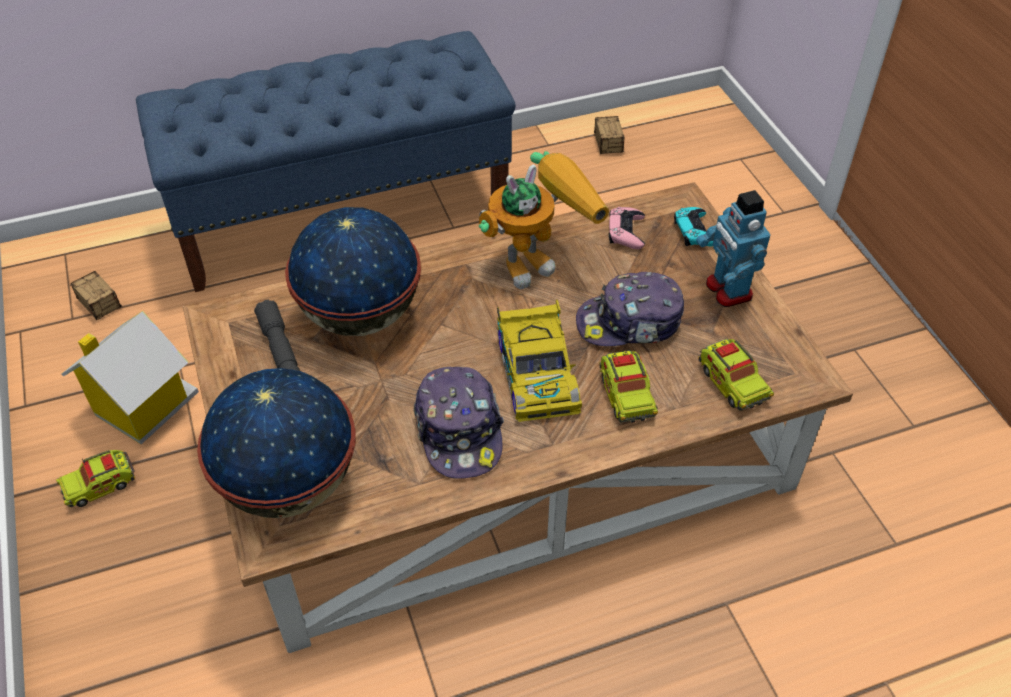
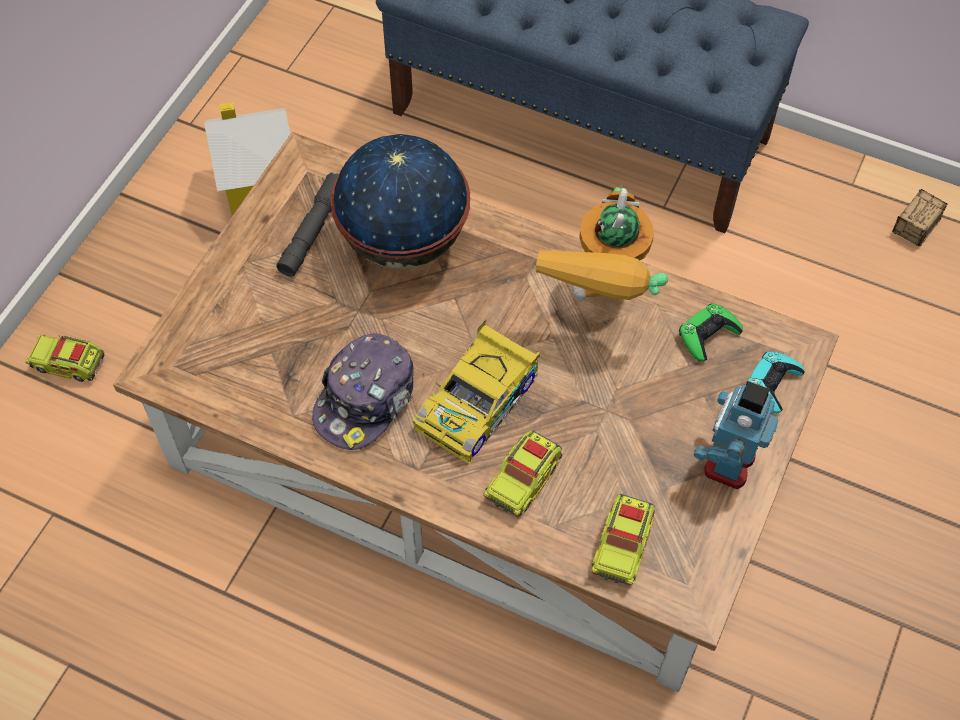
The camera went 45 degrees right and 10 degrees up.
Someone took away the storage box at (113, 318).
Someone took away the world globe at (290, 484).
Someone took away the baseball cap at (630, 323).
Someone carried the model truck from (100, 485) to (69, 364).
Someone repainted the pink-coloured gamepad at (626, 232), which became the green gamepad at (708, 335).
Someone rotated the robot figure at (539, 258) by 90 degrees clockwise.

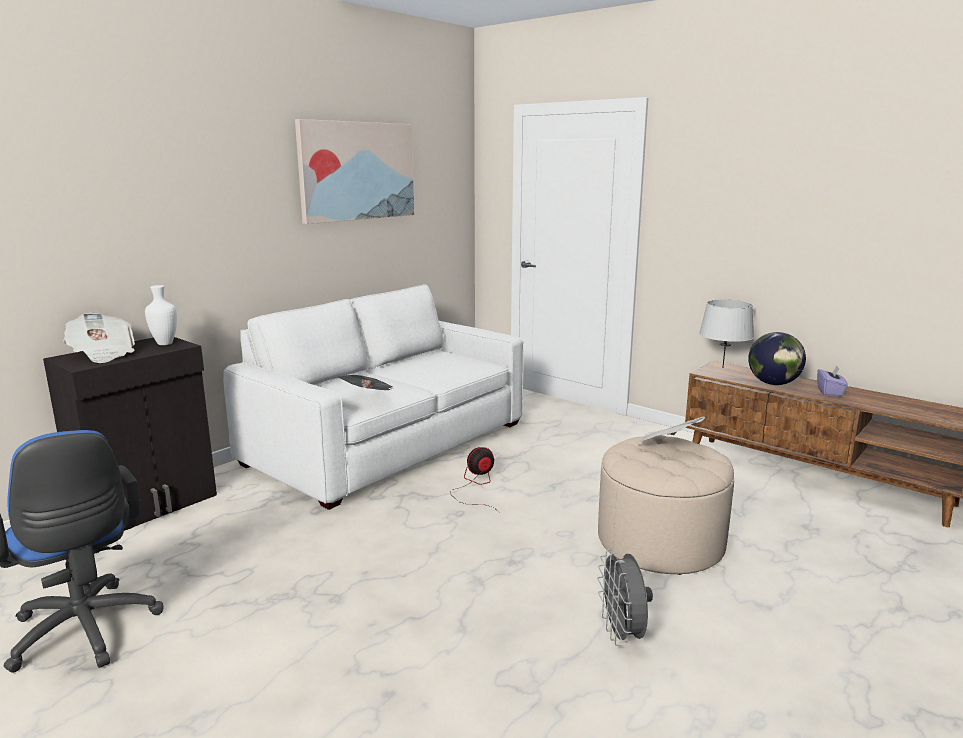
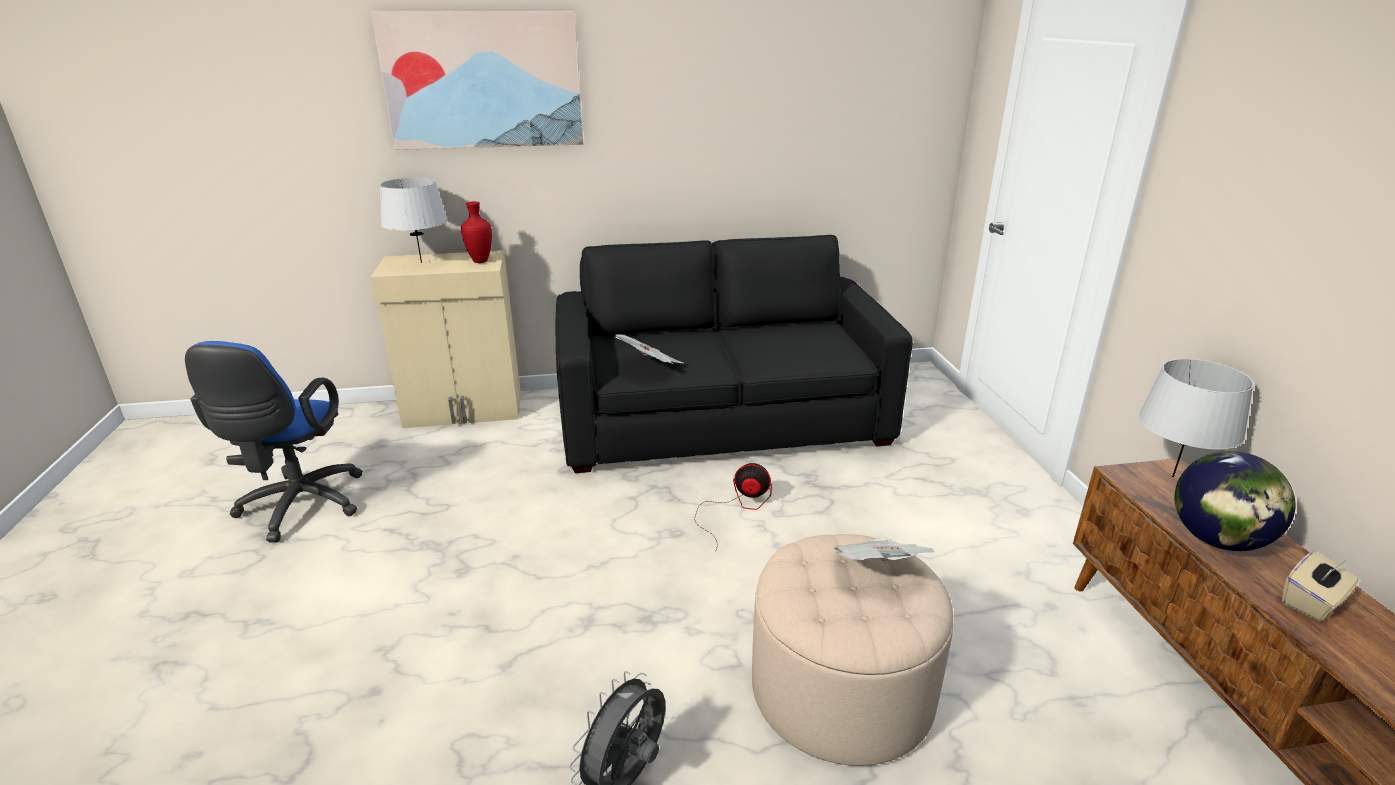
The camera went 40 degrees right and 10 degrees up.
Someone carried the picture from (357, 171) to (483, 80).
Someone swapped the newspaper at (102, 354) for the grey lamp for a table at (421, 262).
Someone repainted the black cabinet at (149, 506), which became the beige-coloured cabinet at (464, 410).
Someone repainted the white vase at (164, 344), which became the reddish vase at (479, 261).
Someone repainted the white couch at (388, 443), which became the black couch at (721, 418).
Someone repainted the purple-coloured tissue box at (830, 392), which became the beige-coloured tissue box at (1312, 602).

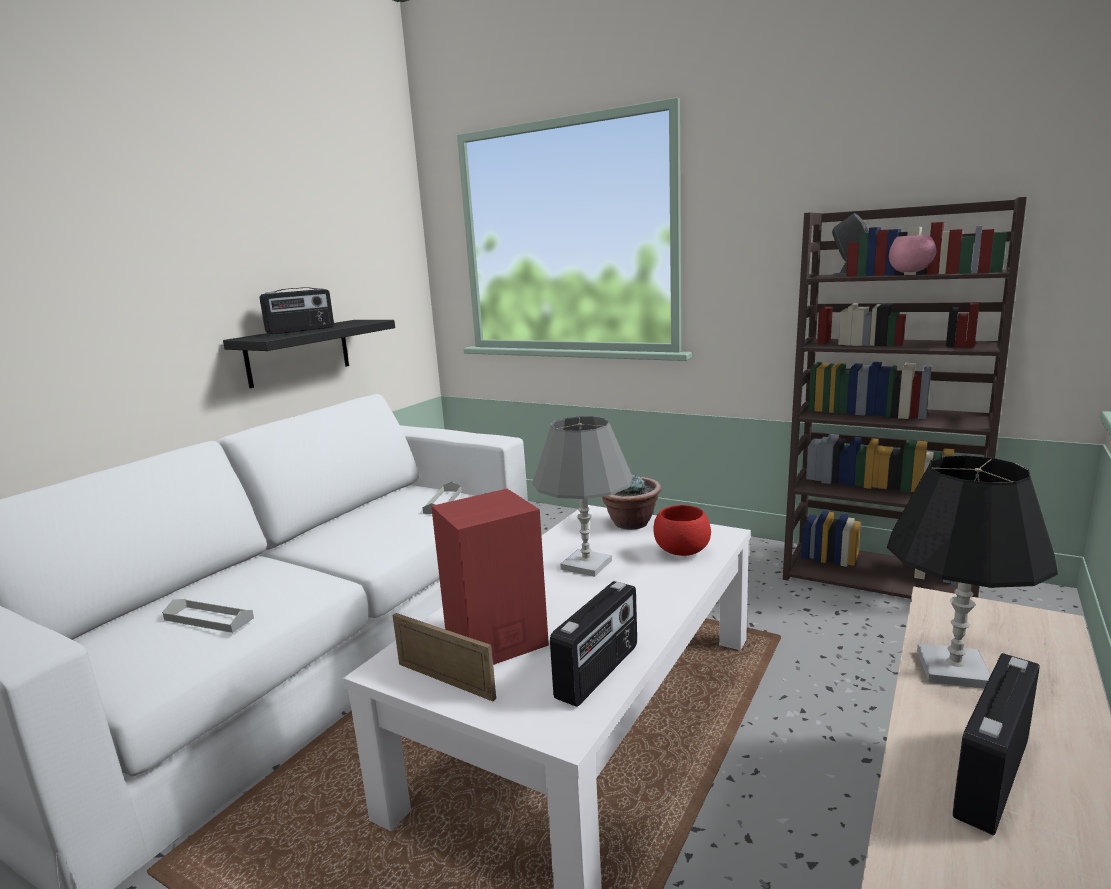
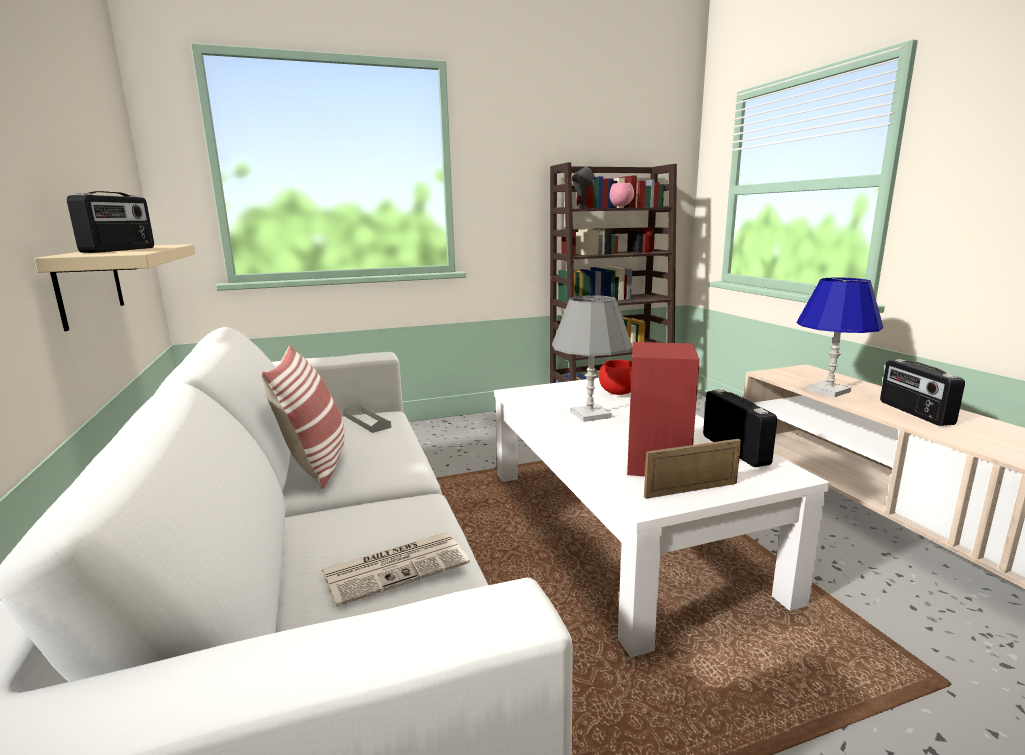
The camera went 50 degrees left and 0 degrees up.
Someone took away the potted plant at (630, 523).
Someone put down the pillow at (316, 463).
Someone swapped the grey tray at (209, 619) for the newspaper at (397, 567).
Someone repainted the black bracket shelf at (298, 352), which became the beige-coloured bracket shelf at (89, 284).
Someone repainted the black lamp for a table at (953, 669), which became the blue-coloured lamp for a table at (828, 390).

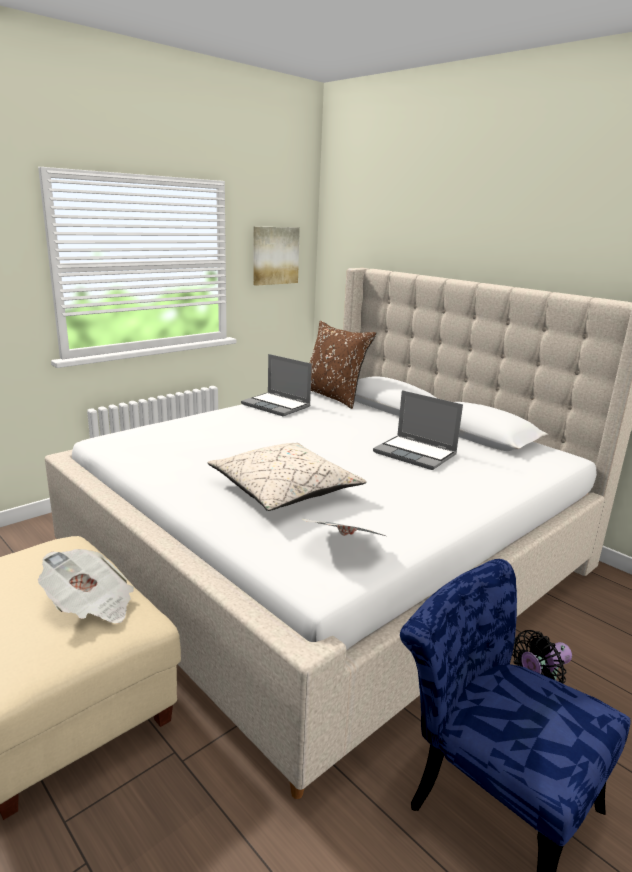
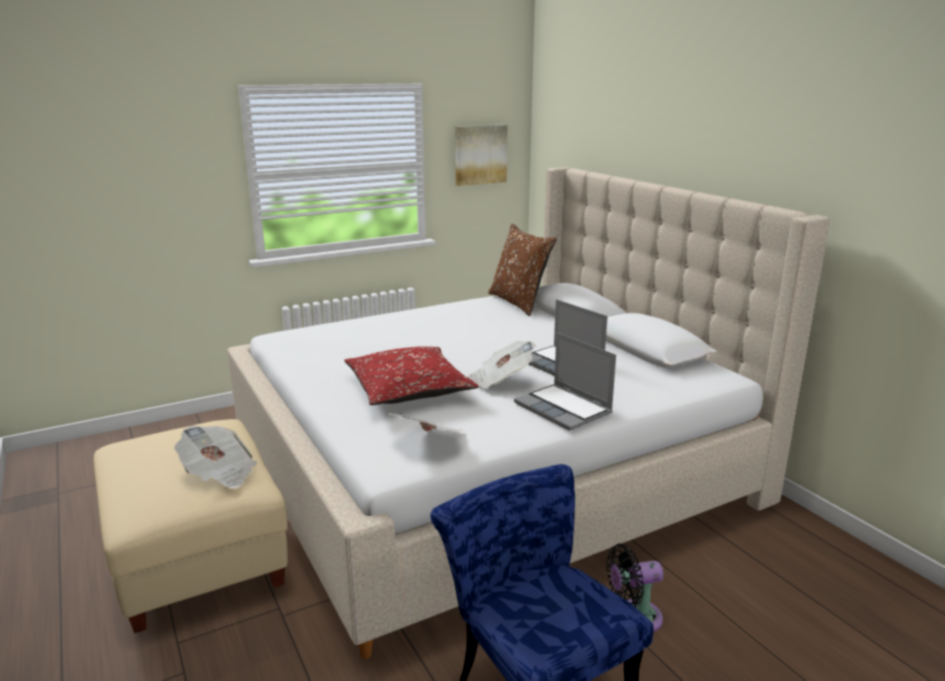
The camera went 15 degrees right and 0 degrees up.
Someone put down the newspaper at (500, 380).
Someone carried the laptop from (277, 405) to (564, 409).
Someone repainted the beige-coloured pillow at (284, 491), which became the reddish pillow at (408, 390).

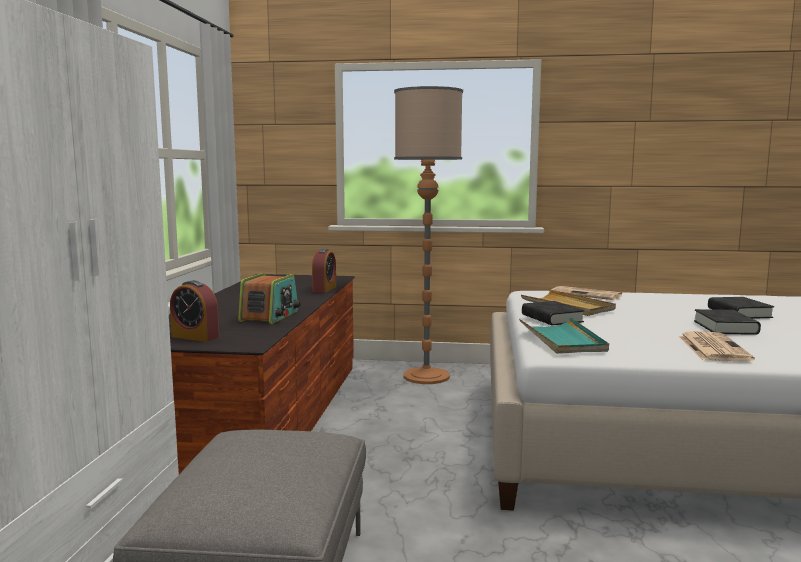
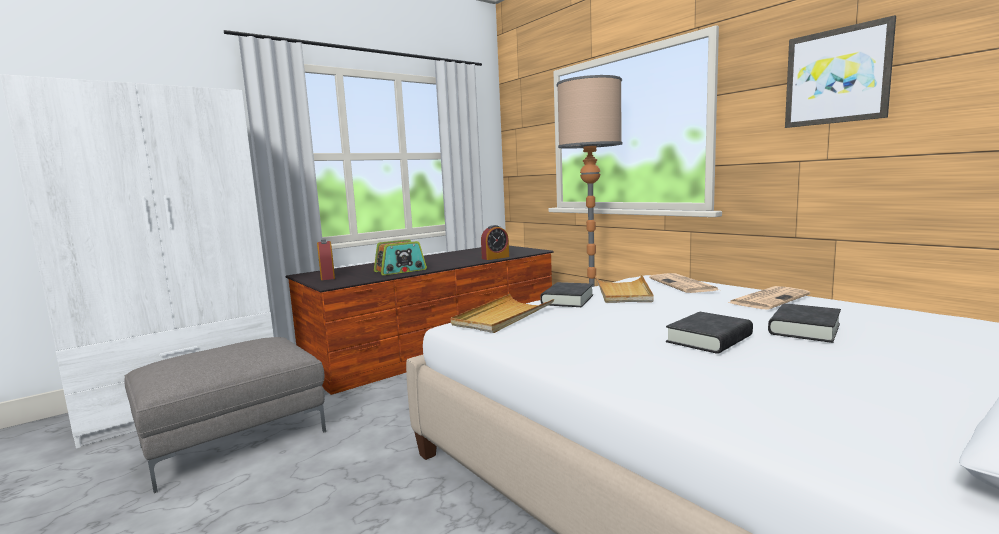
The camera went 45 degrees right and 0 degrees up.
Someone put up the picture at (837, 76).
Someone carried the newspaper from (712, 347) to (768, 299).
Someone repainted the blue-green tray at (562, 339), which became the beige-coloured tray at (503, 316).

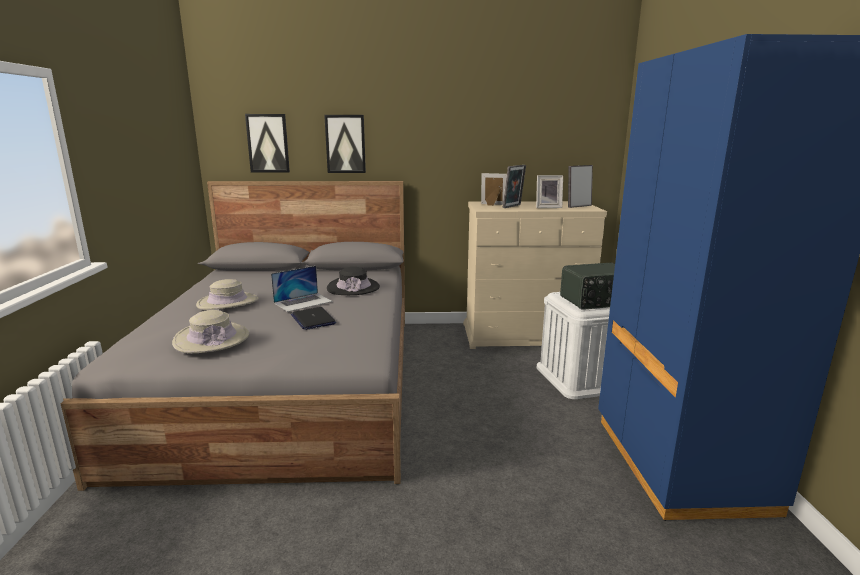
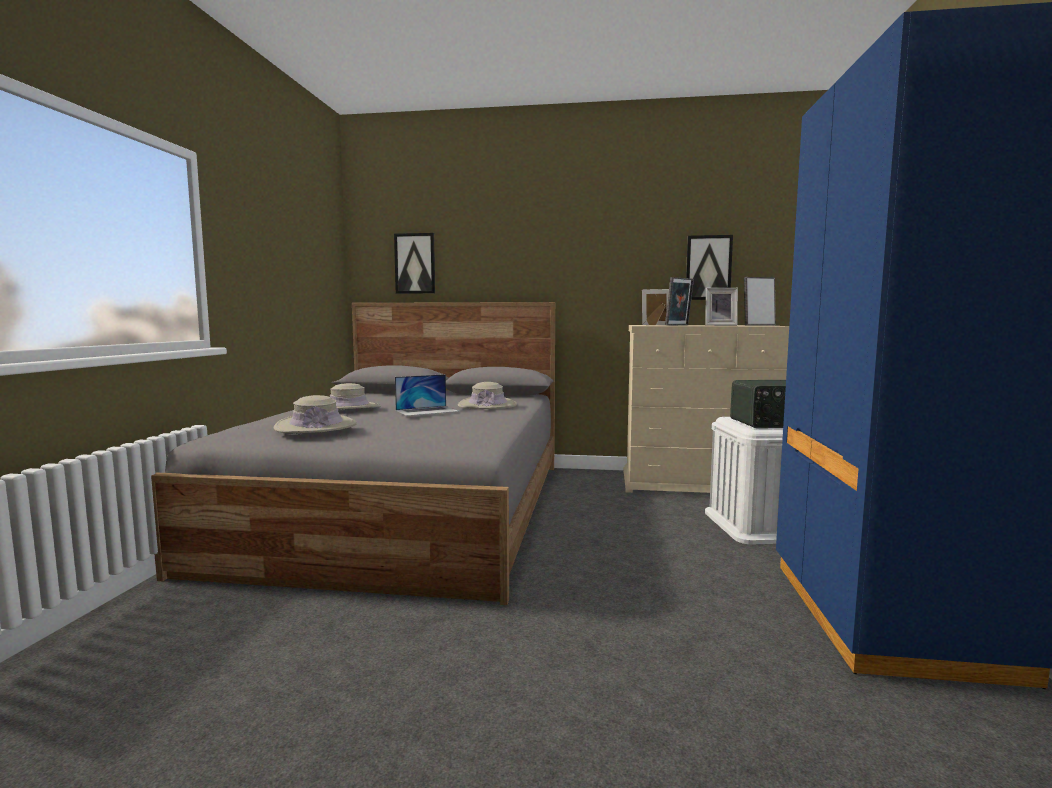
The camera went 10 degrees right and 10 degrees down.
Someone took away the laptop at (313, 319).
Someone carried the picture from (345, 144) to (708, 268).
Someone repainted the black clothing hat at (353, 288), which became the beige-coloured clothing hat at (487, 405).

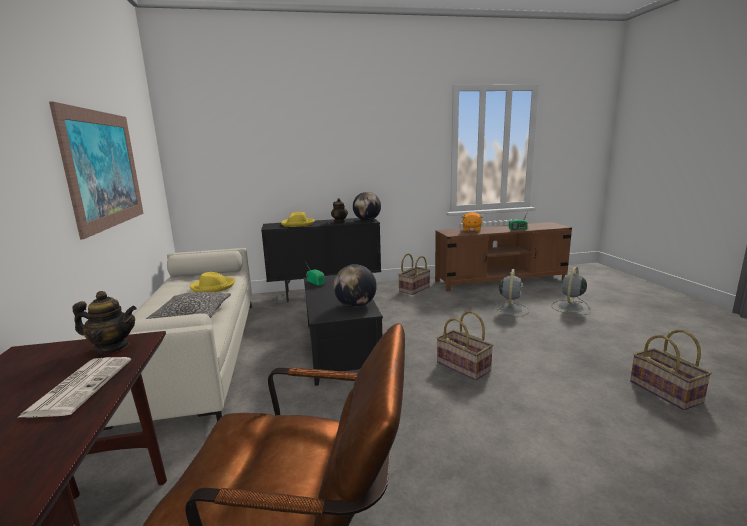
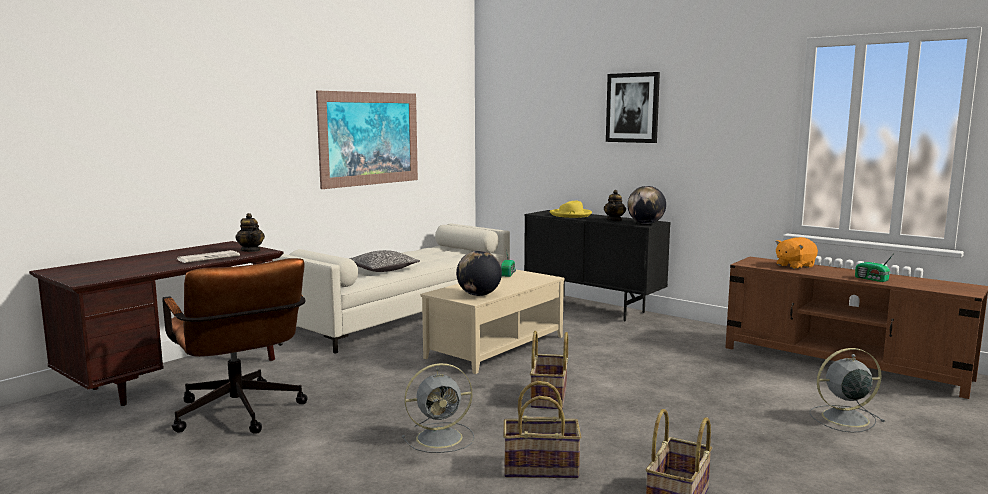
The camera went 50 degrees right and 5 degrees down.
Someone took away the yellow clothing hat at (213, 287).
Someone put up the picture at (632, 108).
Someone carried the basket from (414, 289) to (541, 467).
Someone carried the grey electric fan from (510, 309) to (441, 437).
Someone repainted the black lounge table at (339, 348), which became the beige-coloured lounge table at (495, 347).

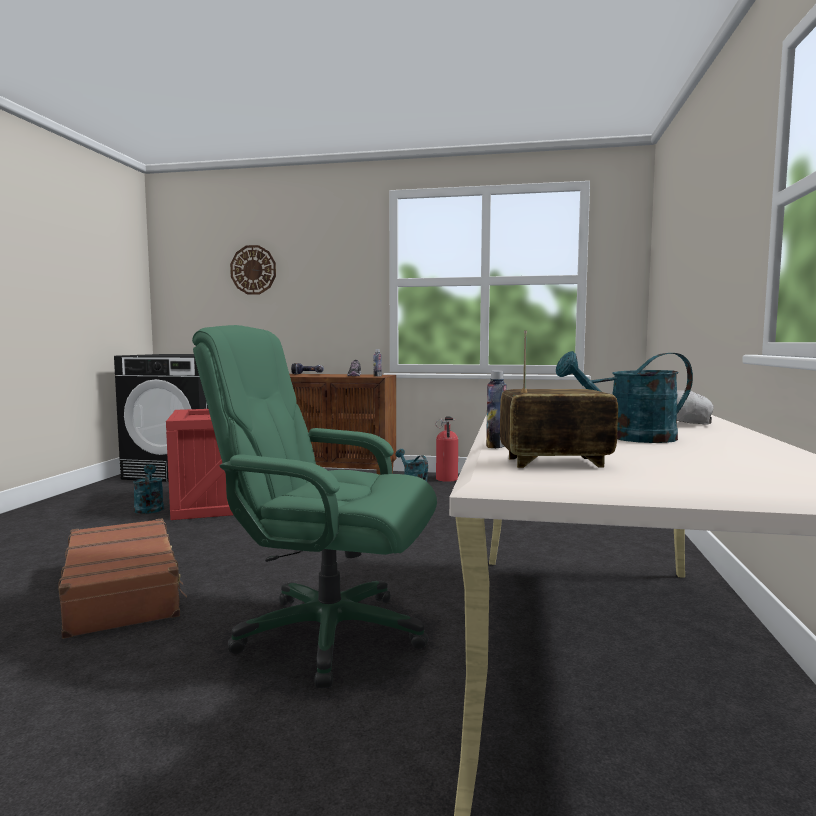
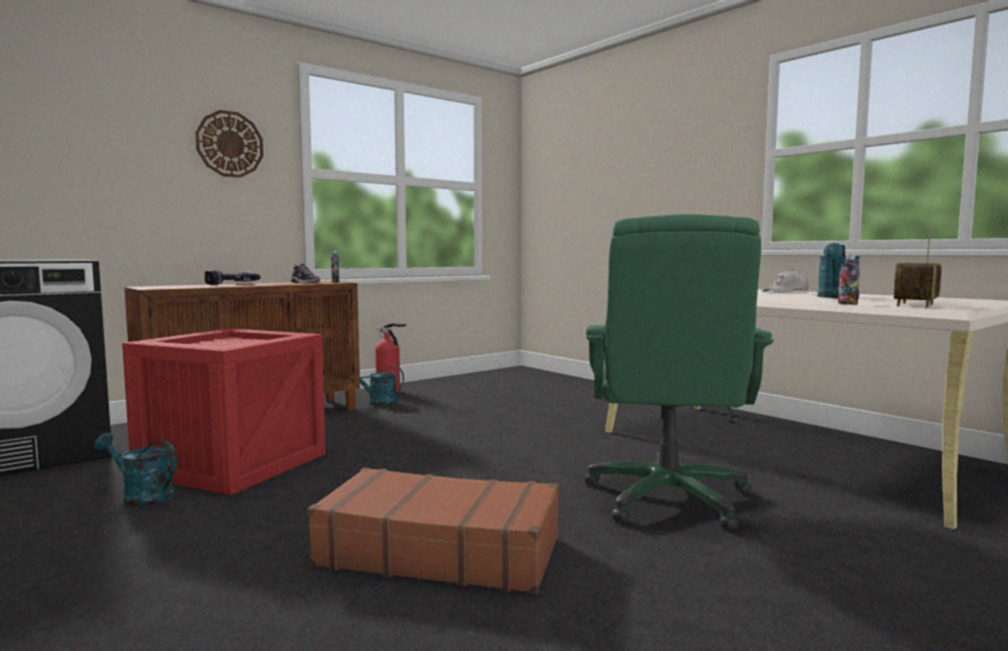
The camera went 50 degrees left and 0 degrees up.
Someone carried the clock on the wall from (253, 270) to (230, 144).
Someone rotated the green computer chair at (328, 634) by 45 degrees counterclockwise.

